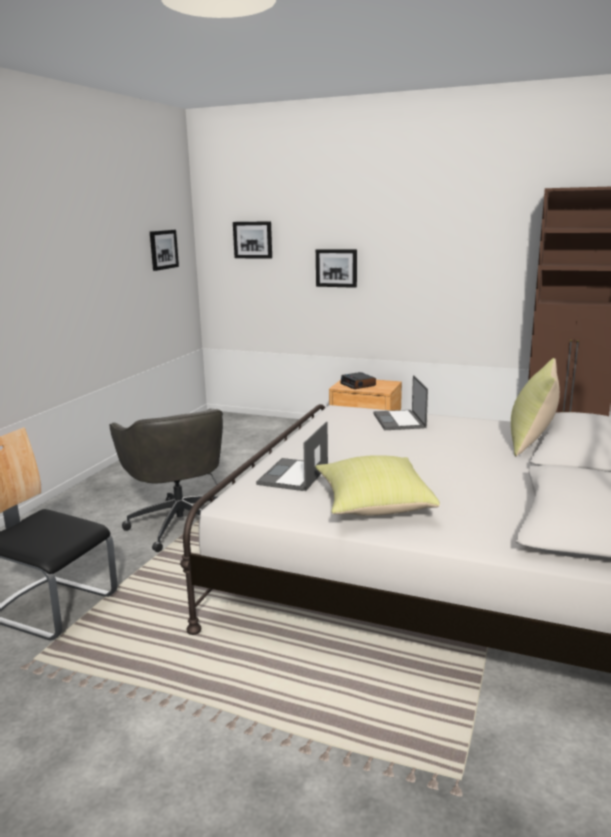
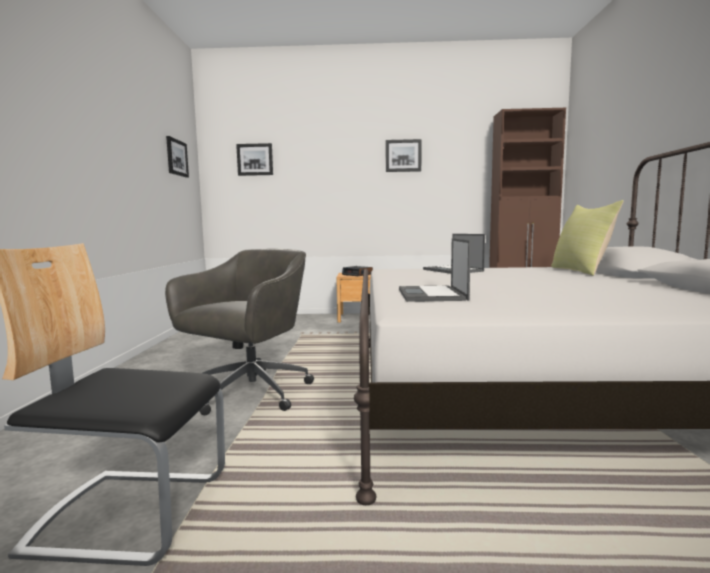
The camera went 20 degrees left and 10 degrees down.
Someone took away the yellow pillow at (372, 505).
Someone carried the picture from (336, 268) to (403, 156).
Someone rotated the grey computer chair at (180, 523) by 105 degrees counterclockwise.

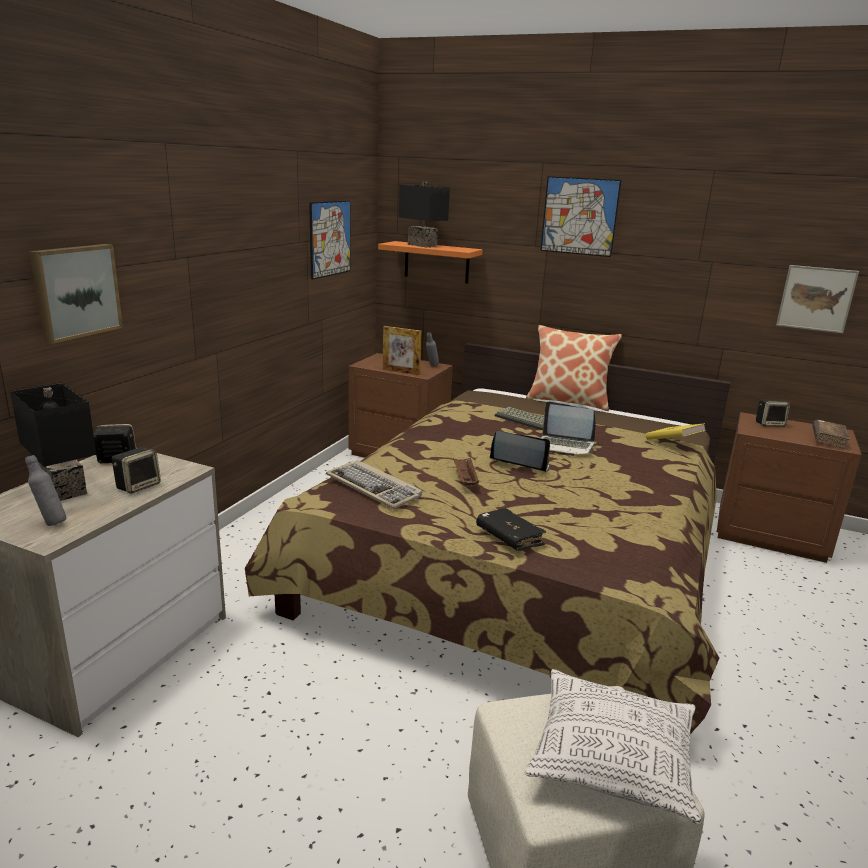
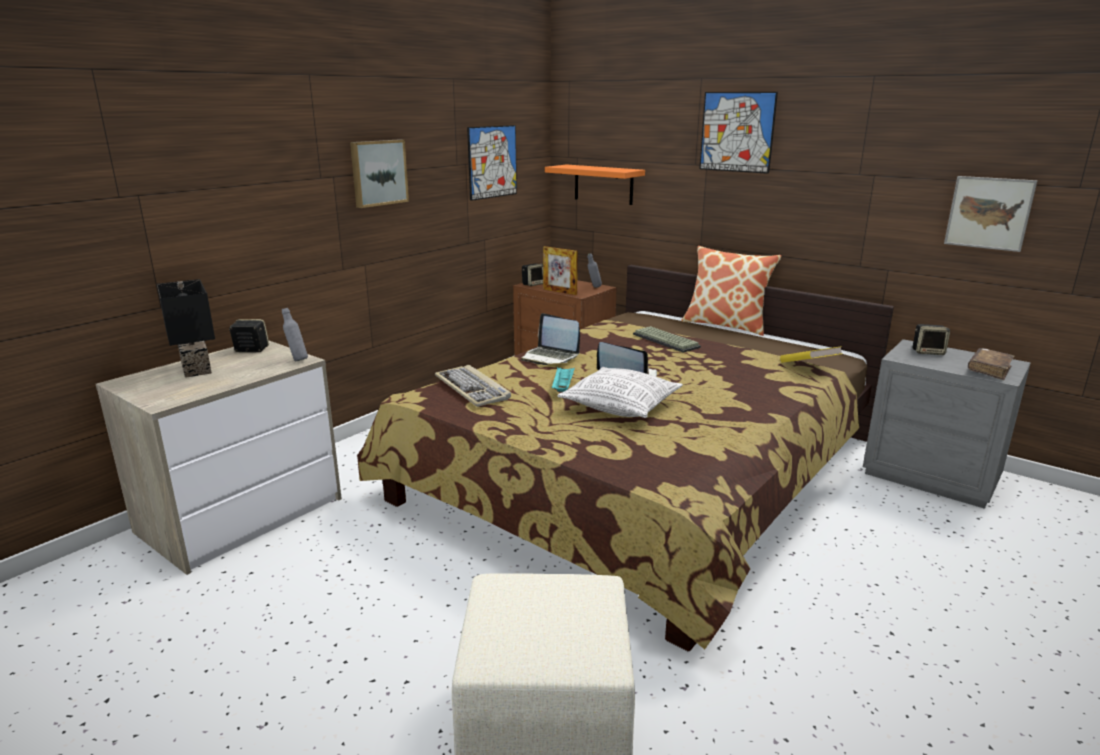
The camera went 15 degrees right and 0 degrees up.
Someone took away the black lamp for a table at (420, 245).
Someone took away the black volume at (509, 537).
Someone carried the grey bottle from (50, 523) to (297, 360).
Someone carried the picture from (75, 291) to (378, 172).
Someone carried the loudspeaker from (138, 486) to (533, 284).
Someone carried the pillow from (612, 759) to (621, 406).
Someone carried the laptop from (565, 446) to (550, 357).
Someone repainted the brown tray at (465, 480), which became the blue-green tray at (563, 387).
Someone repainted the brown nightstand at (770, 534), which became the grey nightstand at (931, 475).

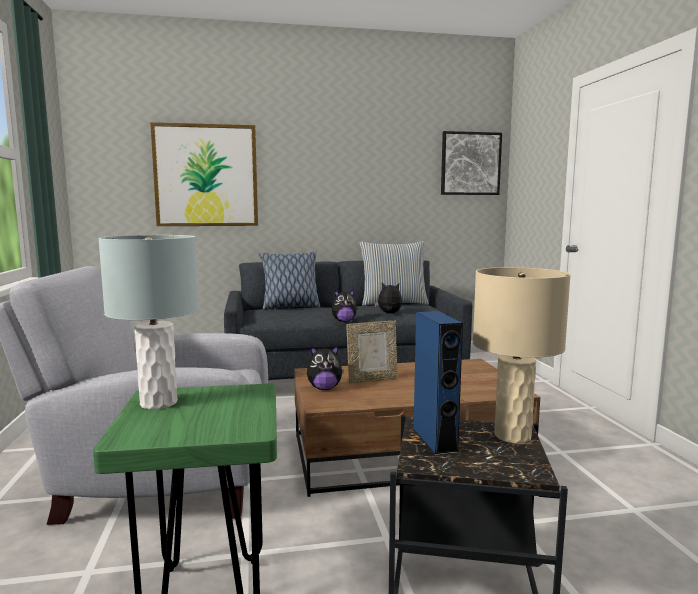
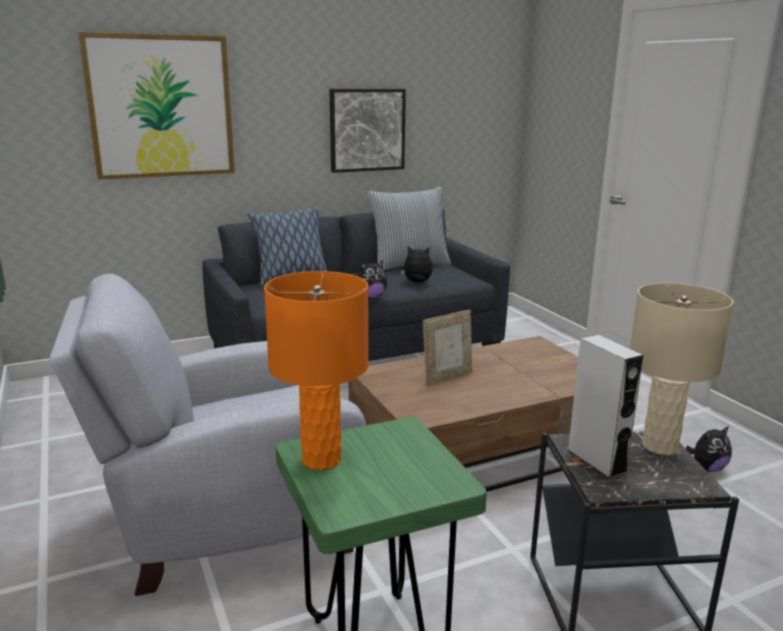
The camera went 15 degrees left and 10 degrees up.
Someone carried the cuddly toy from (324, 388) to (707, 468).
Someone carried the picture from (470, 164) to (367, 130).
Someone repainted the grey lamp for a table at (159, 402), which became the orange lamp for a table at (321, 459).
Someone repainted the blue-coloured loudspeaker at (434, 440), which became the grey loudspeaker at (596, 461).

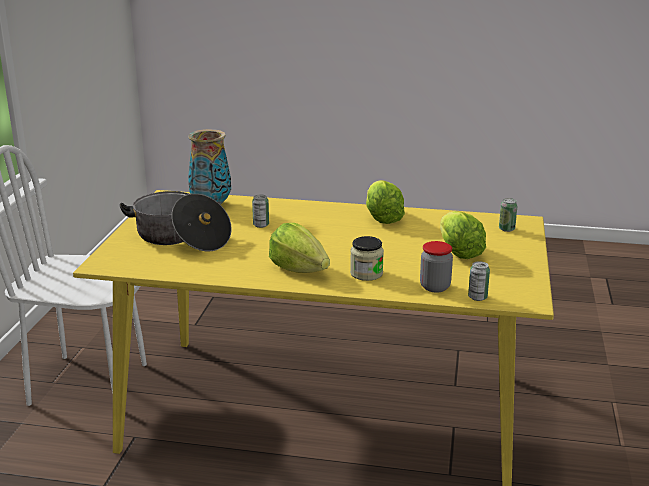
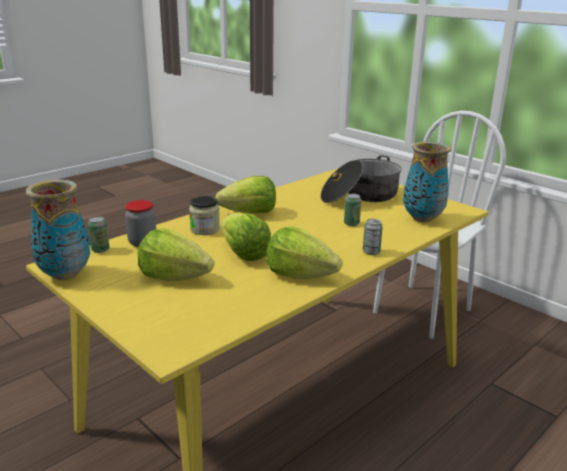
The camera went 125 degrees right and 0 degrees up.
Someone put down the vase at (64, 275).
Someone put down the lettuce head at (243, 254).
Someone carried the metal can from (506, 229) to (371, 252).

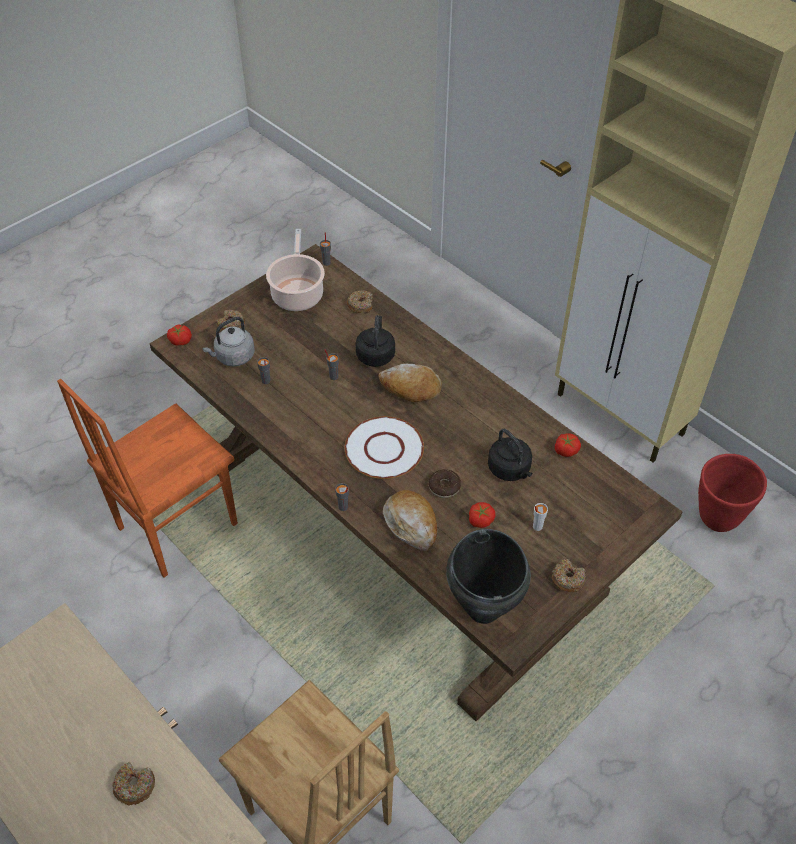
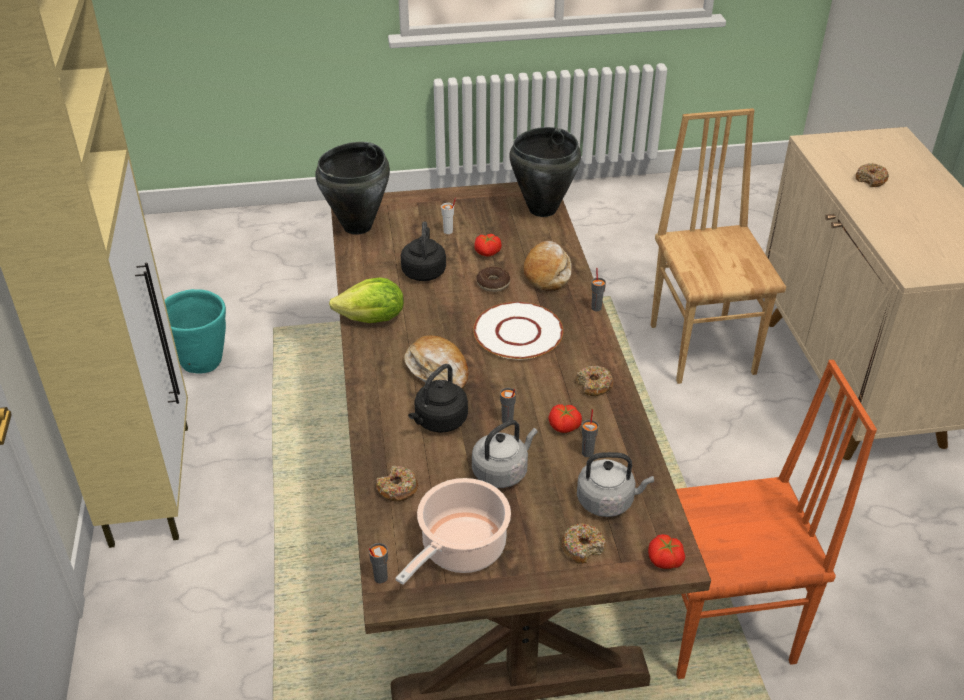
The camera went 145 degrees left and 10 degrees down.
Someone put down the black cooking pot at (358, 226).
Someone put down the lettuce head at (372, 319).
Someone put down the grey water kettle at (502, 471).
Someone carried the donut from (567, 579) to (594, 385).
Someone carried the tomato from (565, 450) to (564, 426).
Someone repainted the reddish flower pot at (717, 518), which became the blue-green flower pot at (203, 363).

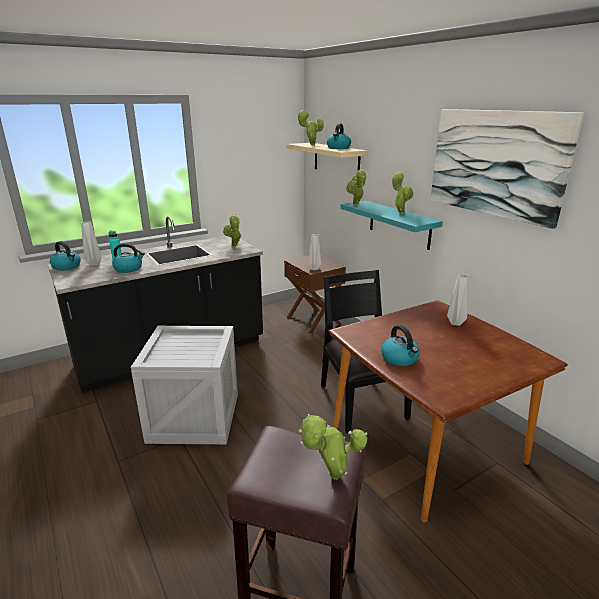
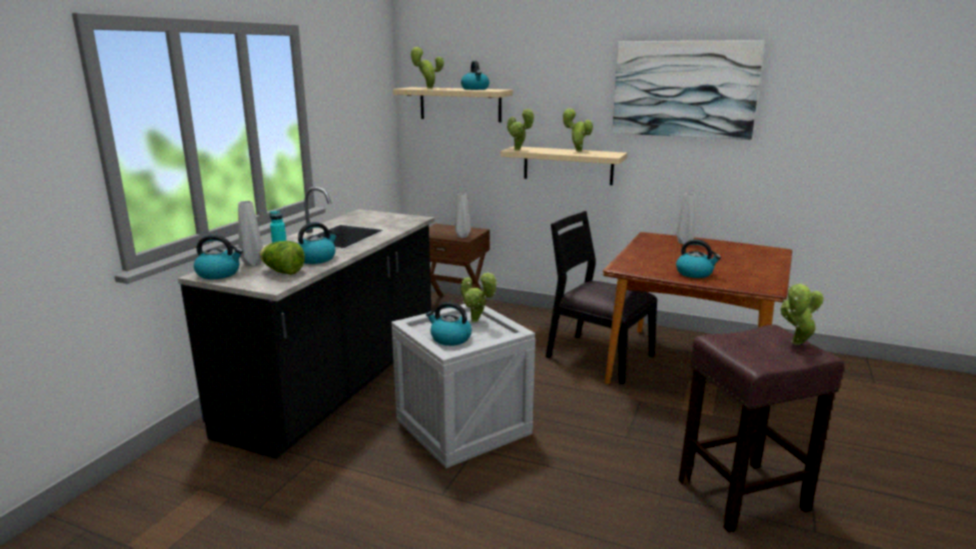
The camera went 35 degrees left and 5 degrees down.
Someone put down the lettuce head at (283, 272).
Someone put down the water kettle at (450, 338).
Someone carried the potted plant from (234, 246) to (477, 321).
Someone repainted the blue-green bracket shelf at (399, 224), which became the beige-coloured bracket shelf at (568, 165).

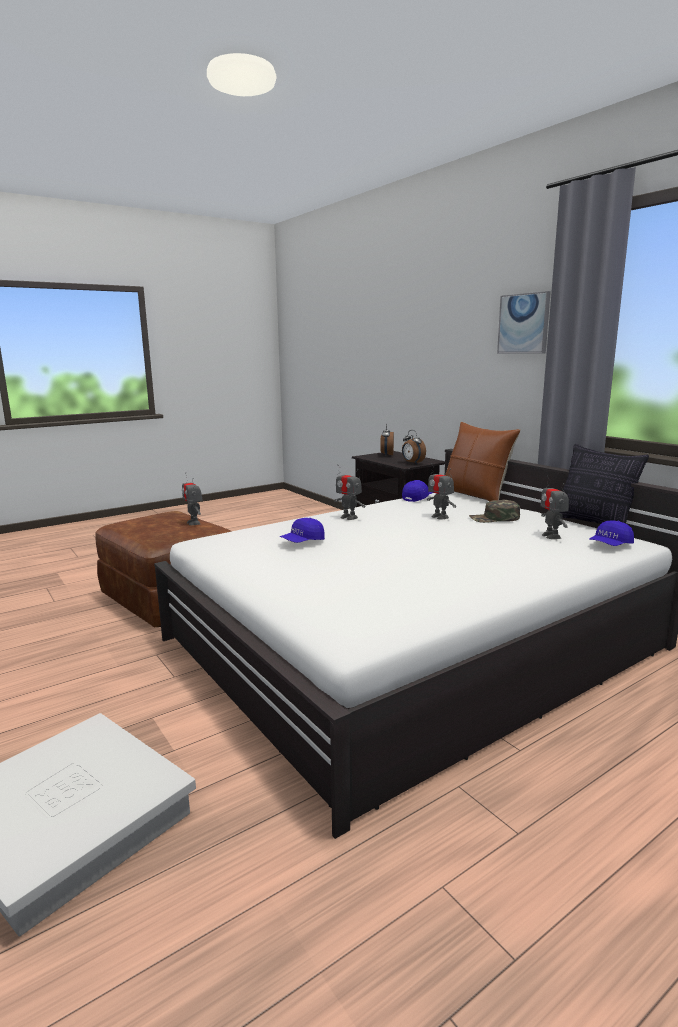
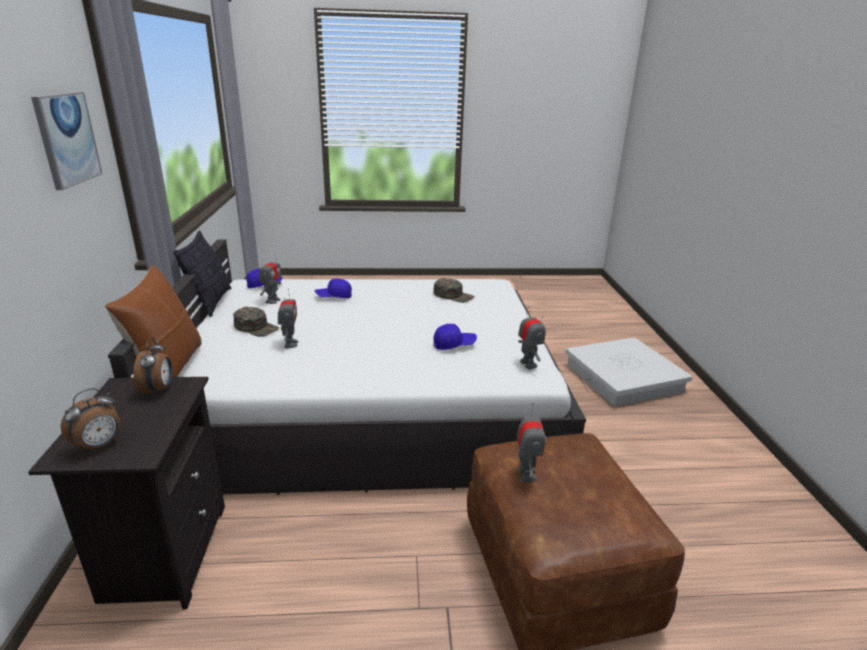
The camera went 150 degrees left and 10 degrees up.
Someone put down the green baseball cap at (453, 295).
Someone carried the robot figure from (349, 517) to (528, 364).
Someone carried the blue-coloured baseball cap from (418, 498) to (334, 296).

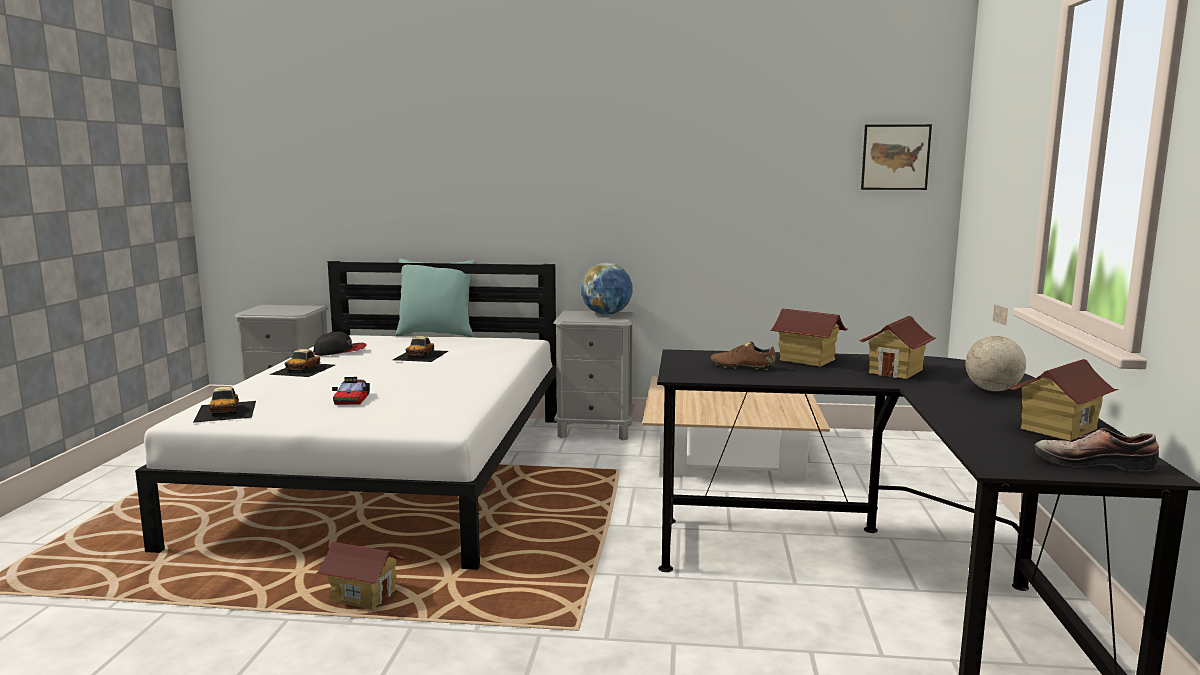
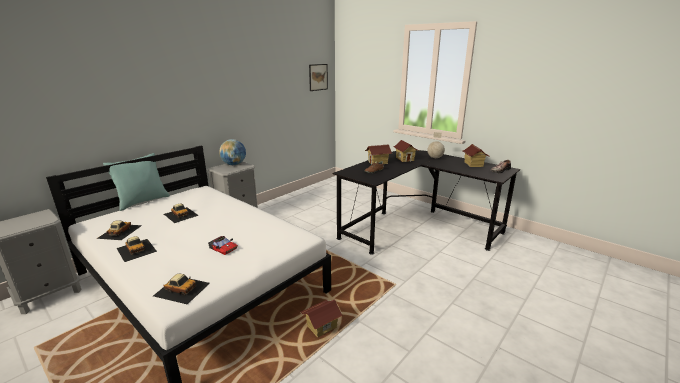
The camera went 55 degrees left and 10 degrees up.
Someone took away the beige-coloured lounge table at (728, 454).
Someone swapped the baseball cap at (340, 351) for the model car at (119, 231).

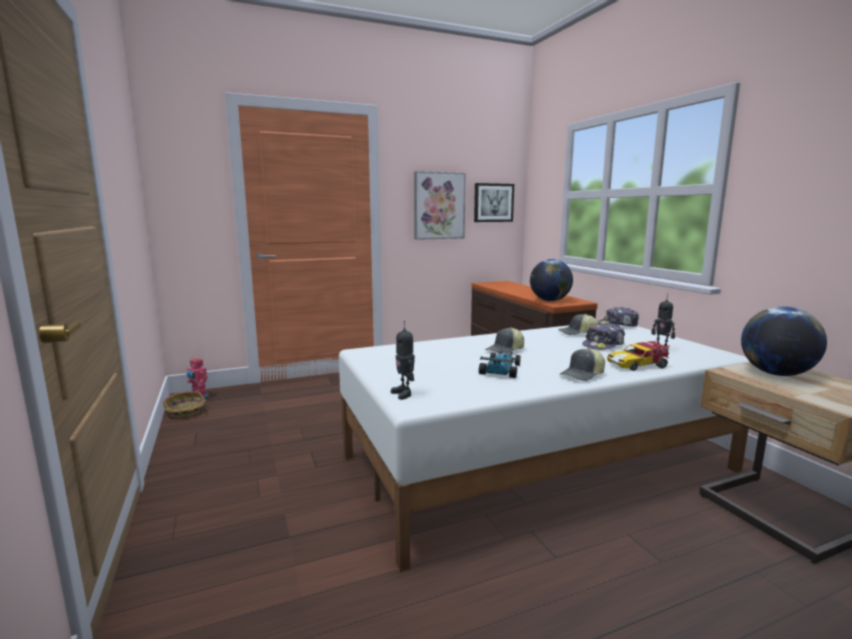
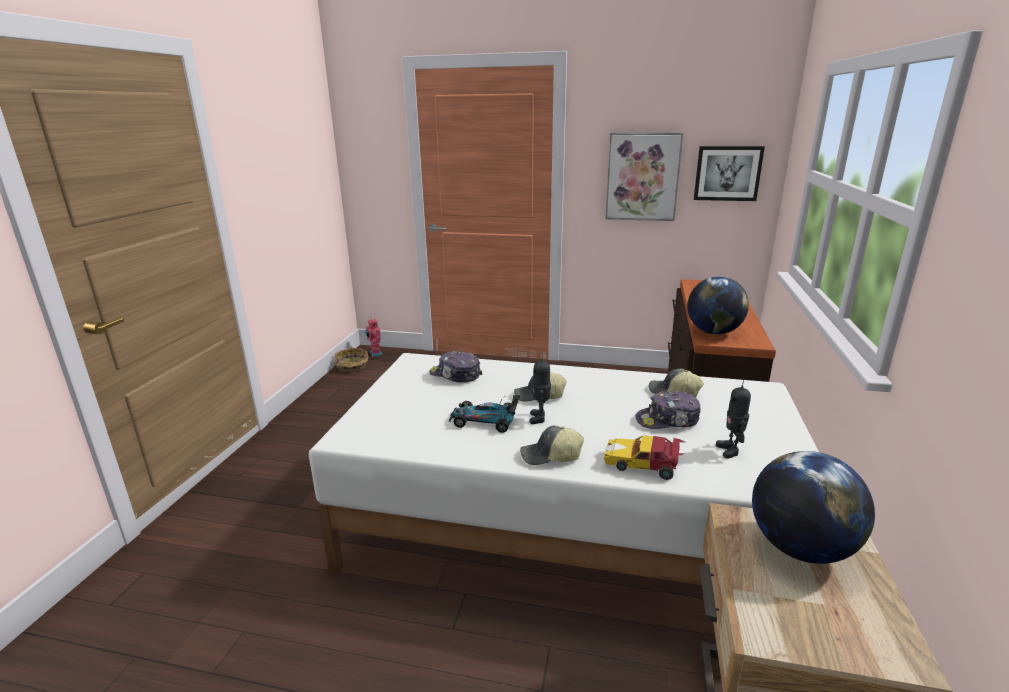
The camera went 35 degrees right and 10 degrees up.
Someone carried the robot figure from (404, 394) to (540, 418).
Someone carried the baseball cap from (617, 325) to (455, 375).
Someone rotated the model car at (500, 370) by 135 degrees counterclockwise.

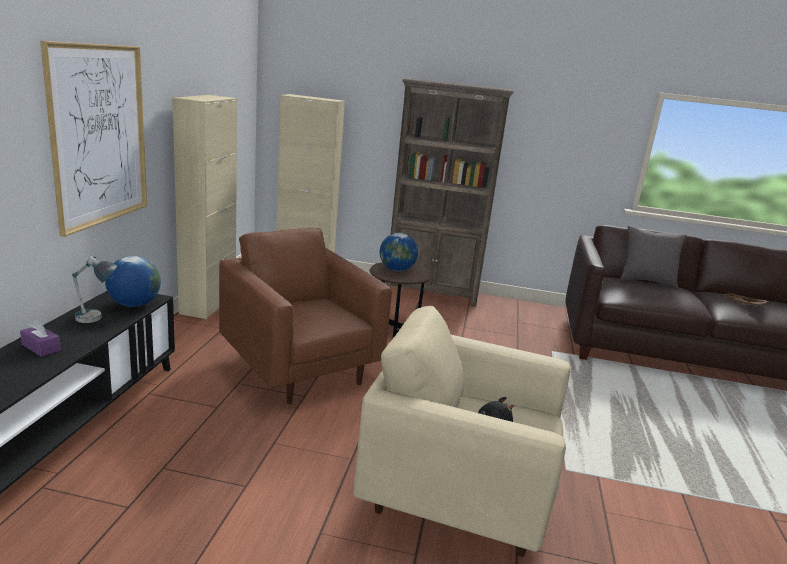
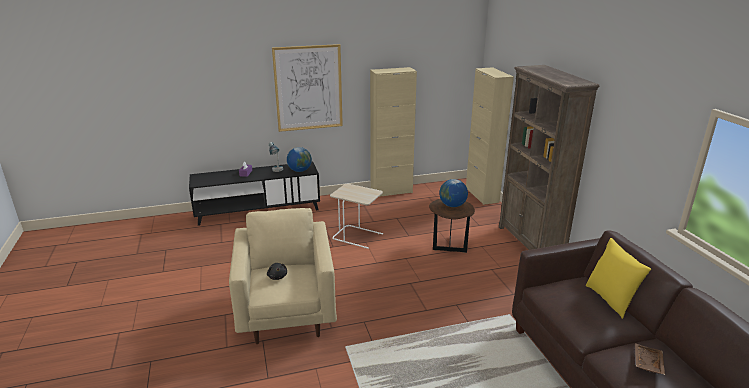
The camera went 65 degrees right and 5 degrees up.
Someone swapped the brown easy chair at (300, 368) for the beige-coloured accent table at (358, 236).
Someone repainted the grey pillow at (646, 281), which became the yellow pillow at (610, 299).

